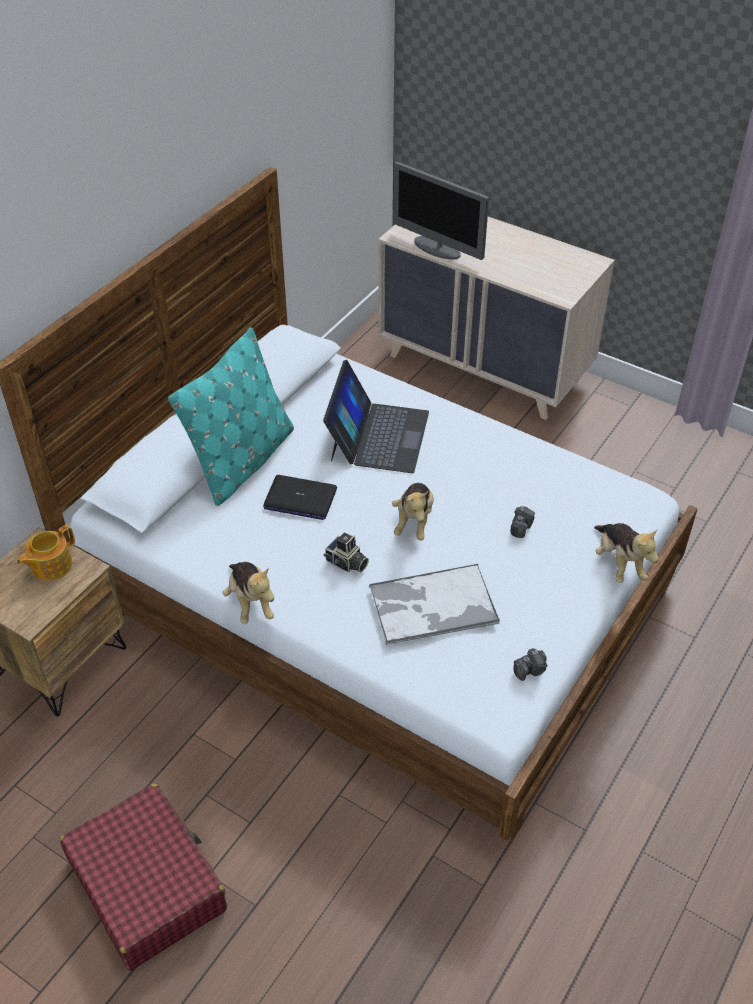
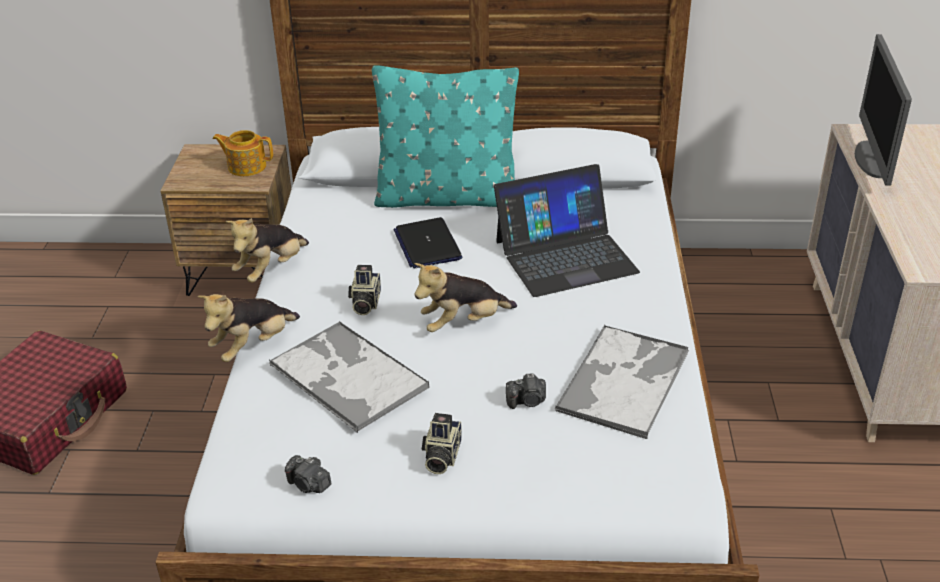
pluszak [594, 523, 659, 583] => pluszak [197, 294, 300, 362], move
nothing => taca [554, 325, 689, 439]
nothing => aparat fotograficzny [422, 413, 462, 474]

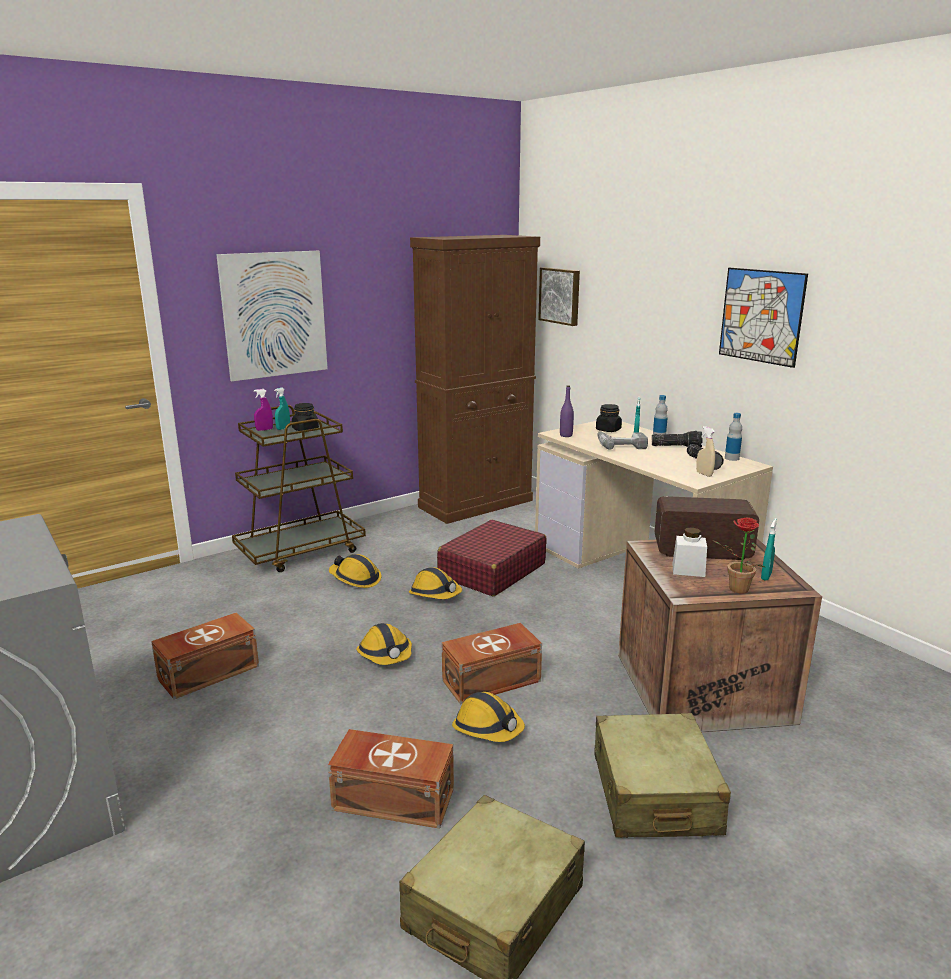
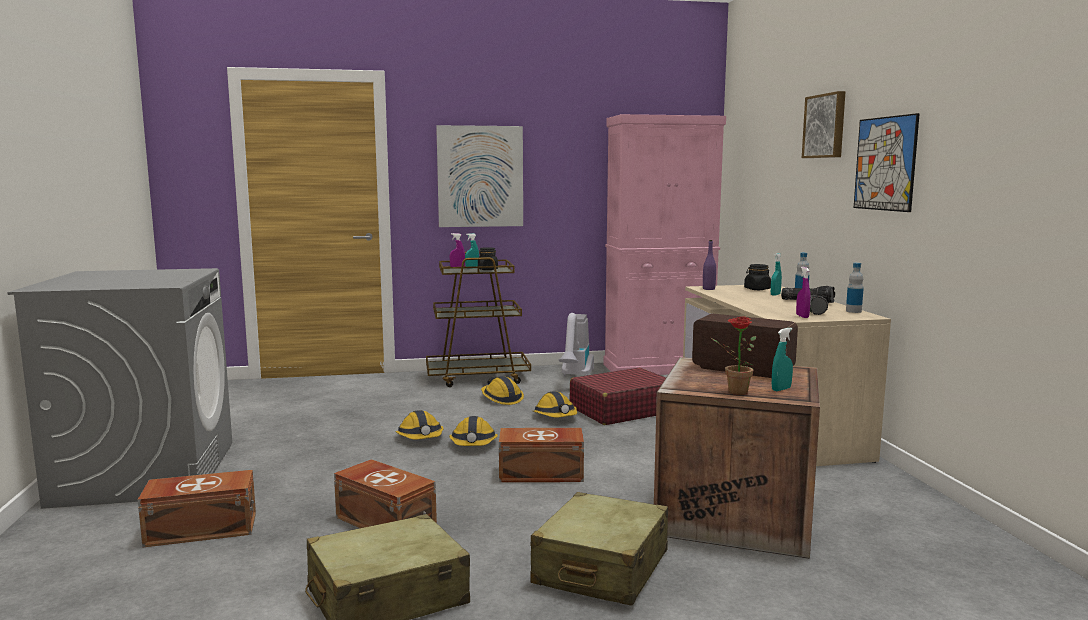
szafka/brązowy [410, 235, 540, 524] => szafka/różowy [603, 114, 726, 375]
obraz [538, 267, 580, 326] => obraz [802, 91, 846, 158], move
spryskiwacz/beżowy [696, 426, 715, 477] => spryskiwacz/fioletowy [796, 267, 811, 318]
wiertarka [597, 432, 648, 450] => nothing
słoik/biały [672, 527, 707, 577] => nothing
pojemnik do przechowywania/brązowy [151, 613, 259, 699] => pojemnik do przechowywania/brązowy [138, 470, 256, 548], move
kask [452, 692, 525, 742] => kask [396, 410, 444, 439], move
nothing => odkurzacz [559, 313, 594, 376]

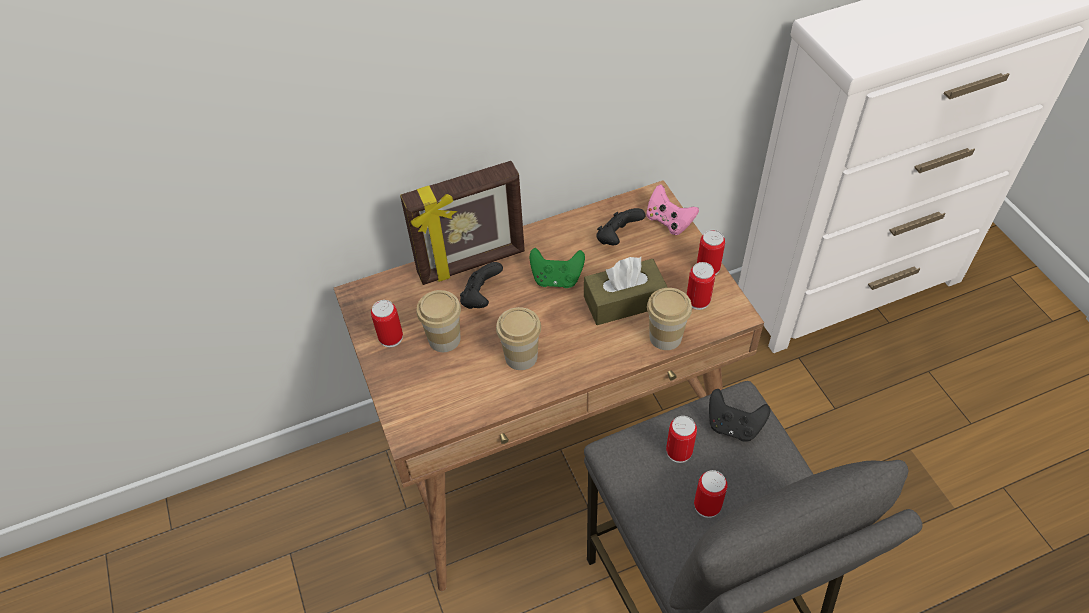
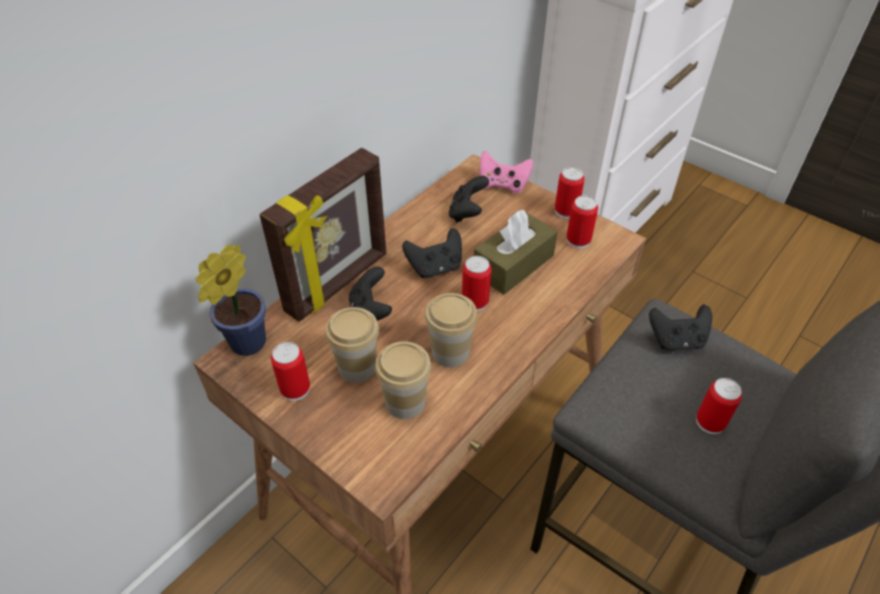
pad do gier/zielony [530, 248, 585, 288] => pad do gier/czarny [402, 228, 462, 278]
filiżanka [647, 288, 692, 350] => filiżanka [375, 341, 431, 419], move
puszka [666, 416, 697, 463] => puszka [462, 256, 491, 311], move
nothing => roślina doniczkowa [196, 244, 266, 356]

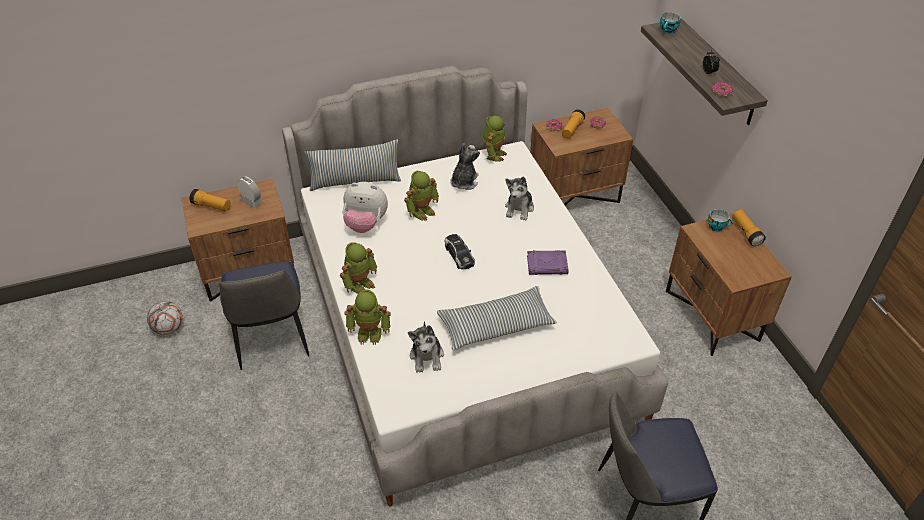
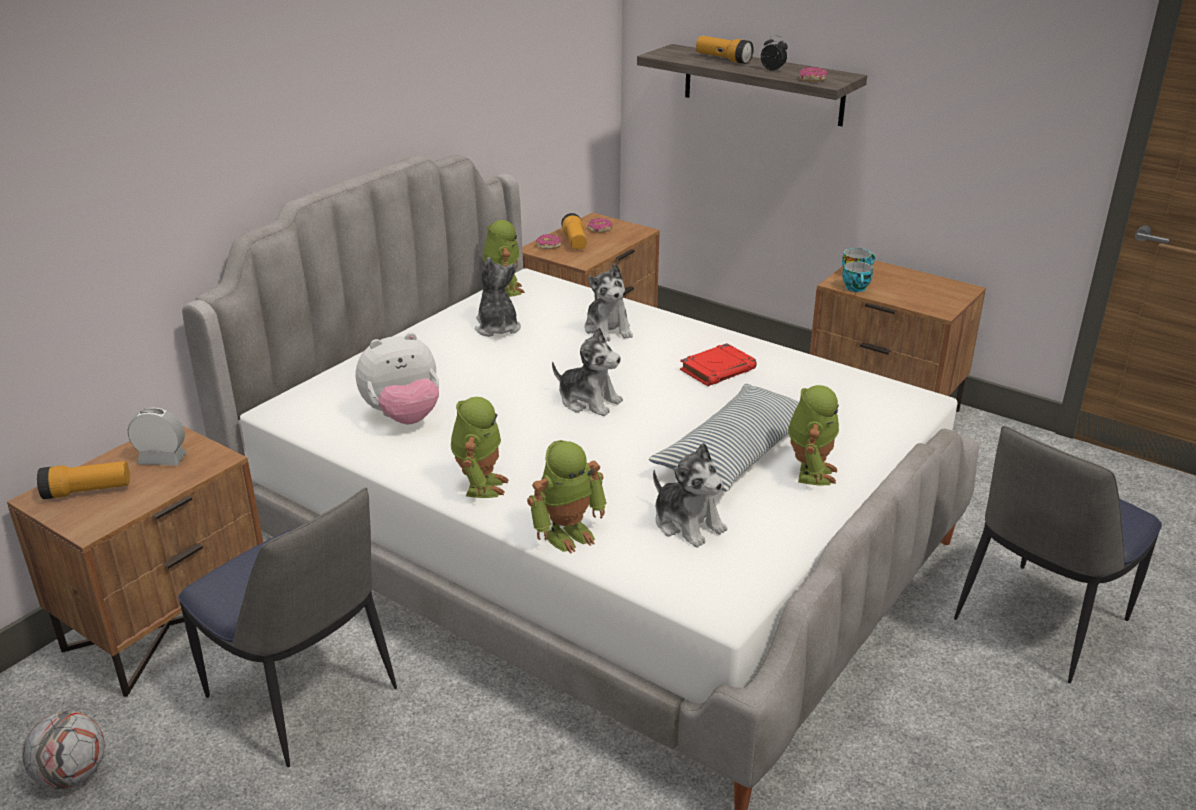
filiżanka [660, 12, 681, 34] => filiżanka [842, 261, 873, 292], move
poduszka [304, 140, 401, 191] => nothing
robot zabawkowy [404, 171, 439, 221] => robot zabawkowy [788, 385, 839, 485], move
latarka [732, 210, 766, 247] => latarka [696, 36, 754, 64], move
samochodzik [445, 234, 475, 270] => pluszak [552, 327, 623, 416]
książka/fioletowy [527, 250, 568, 275] => książka/czerwony [680, 343, 757, 386]

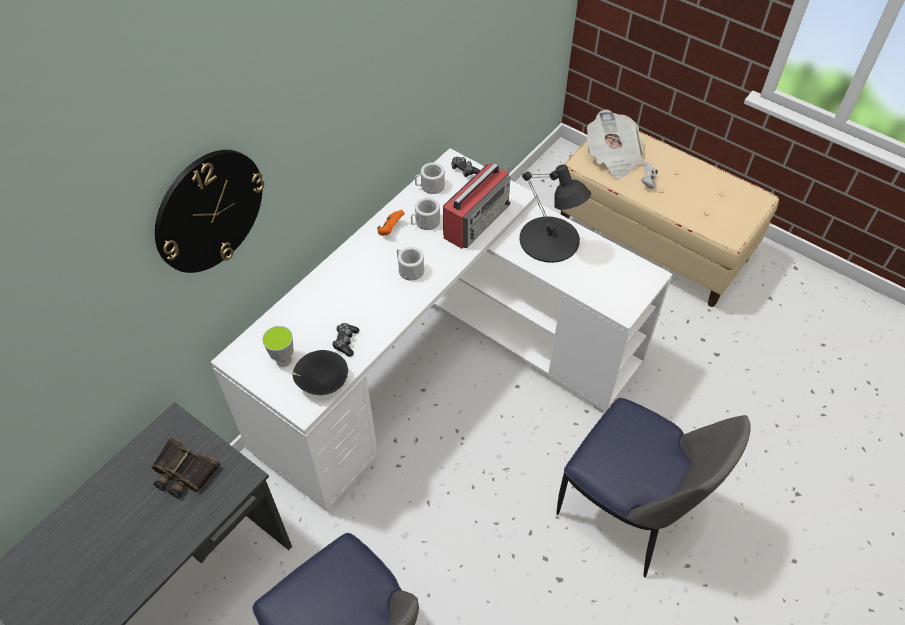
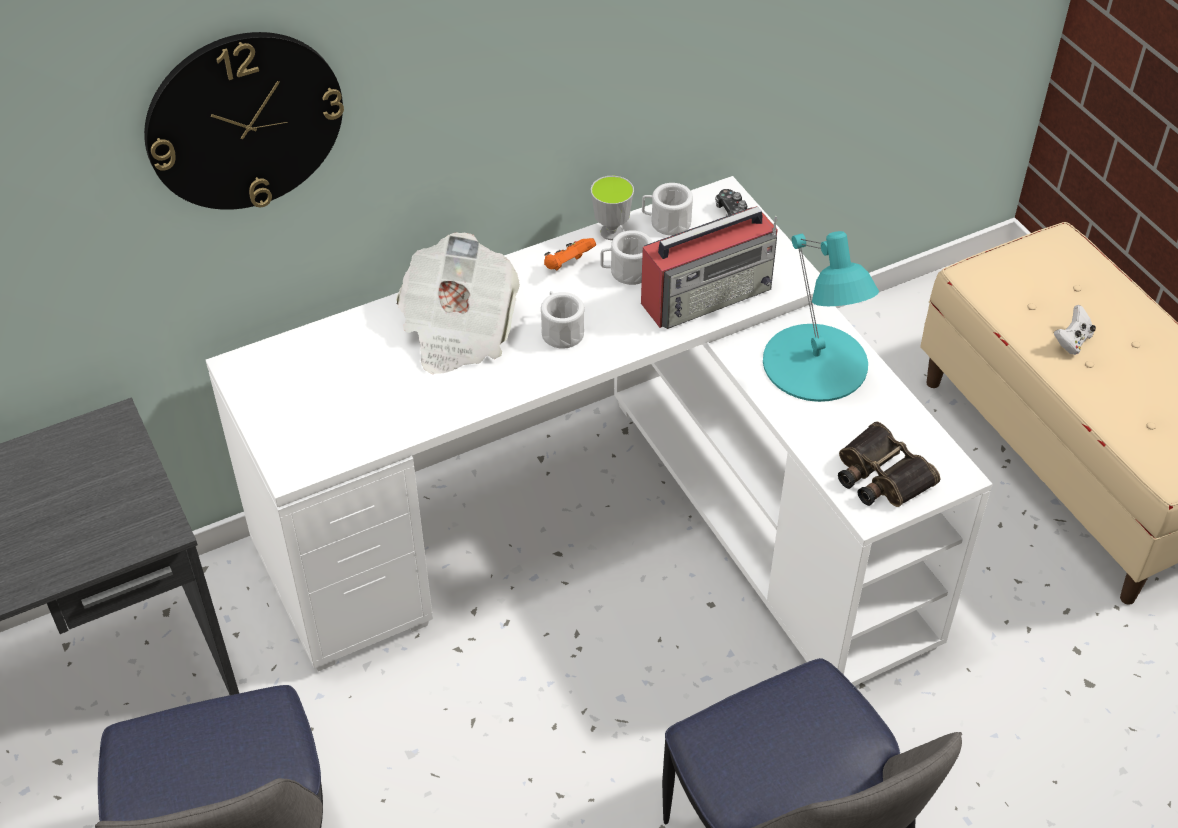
gazeta [587, 110, 644, 180] => gazeta [396, 232, 520, 374], move
lampa stołowa/czarny [520, 164, 591, 263] => lampa stołowa/turkusowy [763, 231, 879, 402]
pad do gier [332, 323, 359, 357] => nothing
filiżanka [262, 326, 293, 367] => filiżanka [591, 176, 634, 240], move
miska/czarny [292, 350, 348, 395] => nothing
lornetka [151, 438, 220, 499] => lornetka [838, 421, 940, 507], move

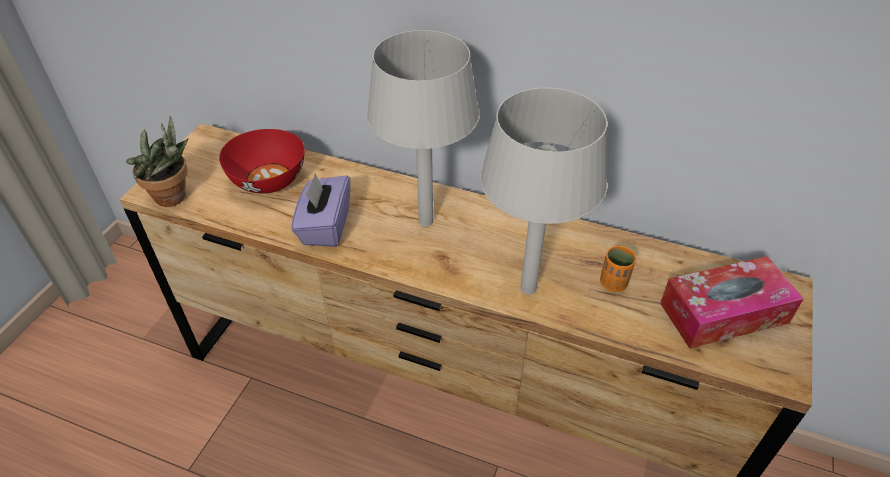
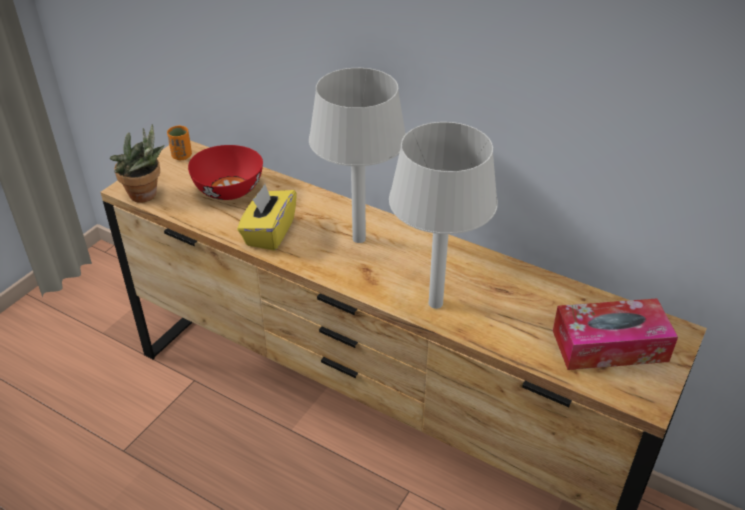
pudełko chusteczek/fioletowy [291, 174, 350, 247] => pudełko chusteczek/żółty [237, 184, 297, 251]
filiżanka/pomarańczowy [600, 246, 636, 292] => filiżanka/pomarańczowy [167, 125, 192, 160], move

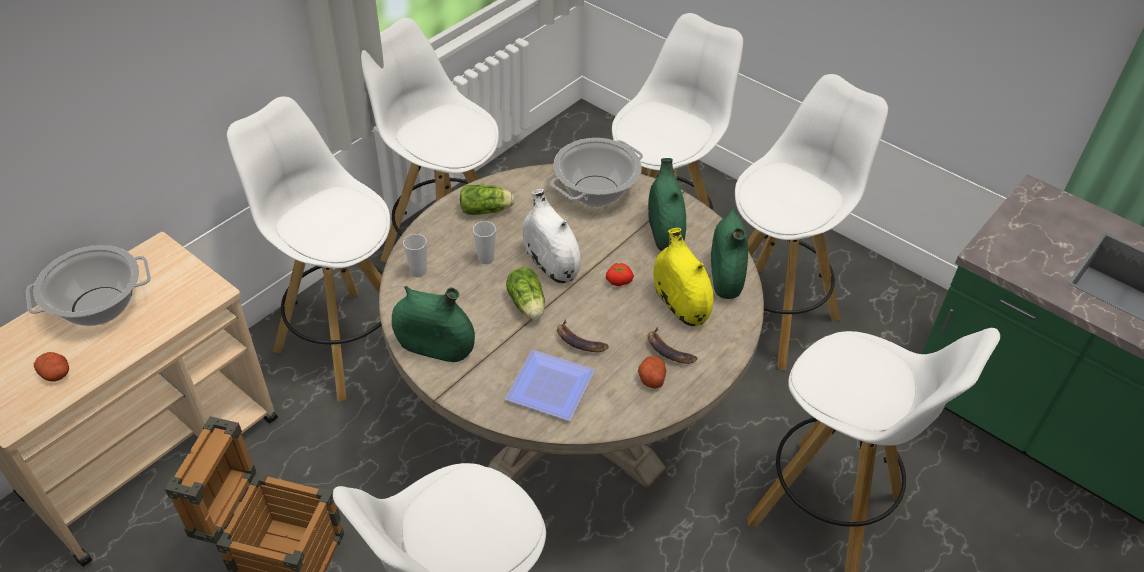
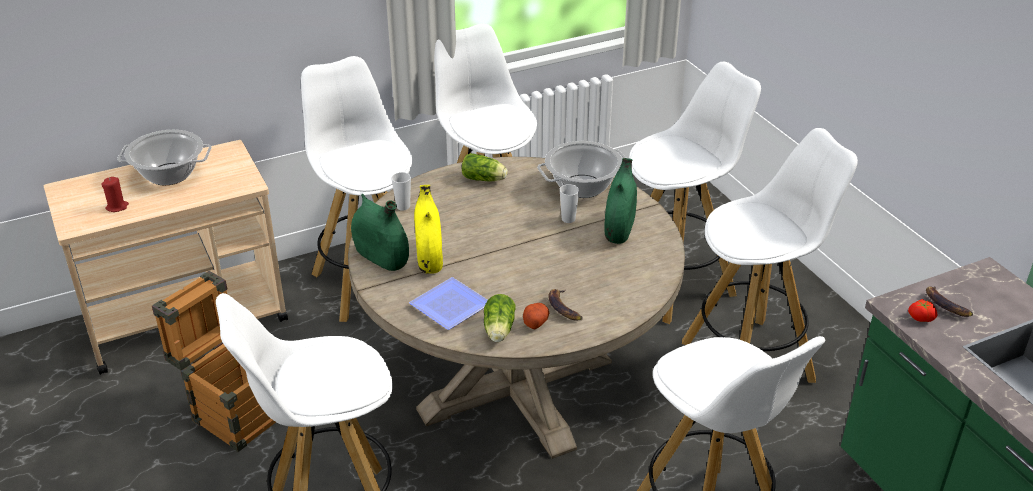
wazon/biały [523, 189, 581, 283] => nothing
wazon/zielony [711, 205, 748, 299] => nothing
filiżanka [473, 221, 496, 264] => filiżanka [560, 184, 579, 223], move
wazon/żółty [653, 228, 714, 326] => wazon/żółty [414, 185, 443, 274], move
pomidor [606, 263, 634, 286] => pomidor [908, 299, 938, 322], move
sałata [506, 267, 545, 320] => sałata [484, 294, 516, 342], move
banan [557, 319, 609, 352] => banan [926, 286, 973, 317], move
ziemniak [34, 352, 69, 382] => świeca/czerwony [101, 177, 129, 212]

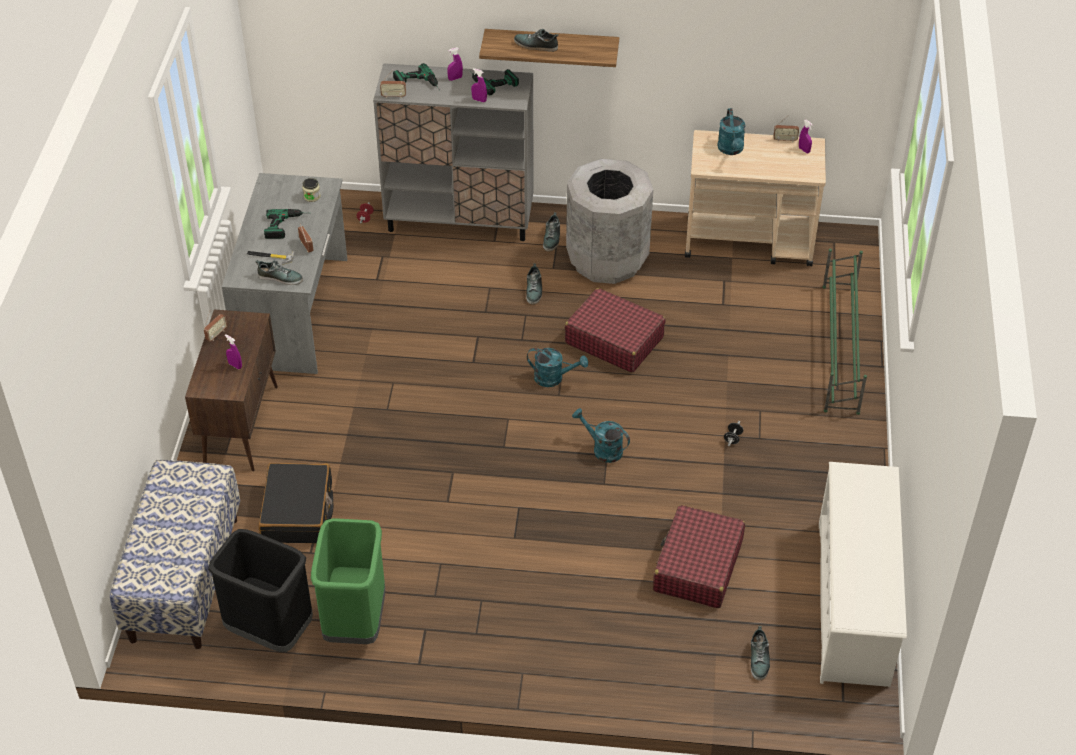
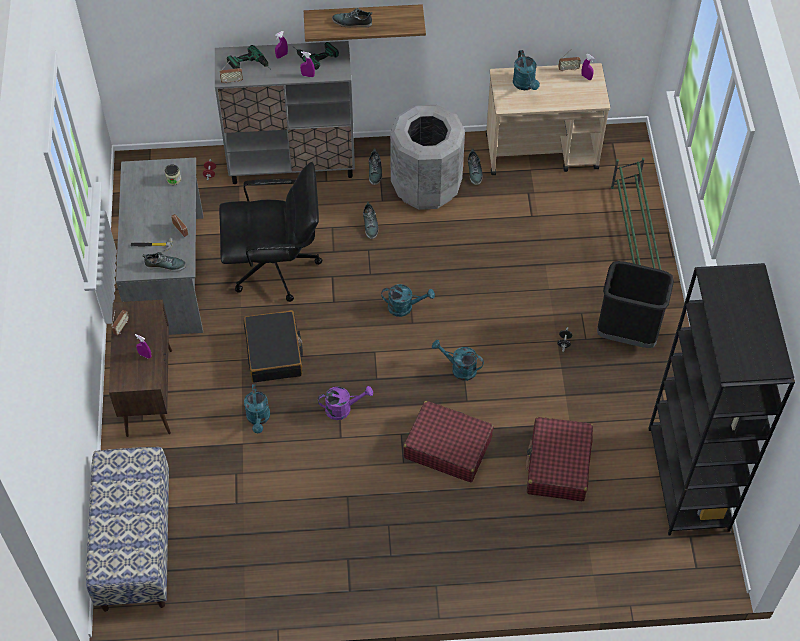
wiertarka [264, 209, 303, 239] => nothing
walizka/czerwony [565, 288, 666, 373] => walizka/czerwony [403, 401, 494, 482], move
regał na buty/biały [819, 462, 907, 687] => regał/czarny [648, 263, 795, 535]
walizka/czarny [258, 463, 333, 544] => walizka/czarny [244, 310, 303, 382], move
kosz na śmieci/zielony [311, 518, 385, 644] => nothing
kosz na śmieci/czarny [208, 529, 313, 652] => kosz na śmieci/czarny [597, 261, 674, 348], move
but [751, 626, 770, 680] => but [468, 149, 483, 185], move
nothing => krzesło biurowe/czarny [219, 162, 323, 302]
nothing => konewka/turkusowy [244, 384, 270, 433]
nothing => konewka/fioletowy [318, 386, 373, 420]

